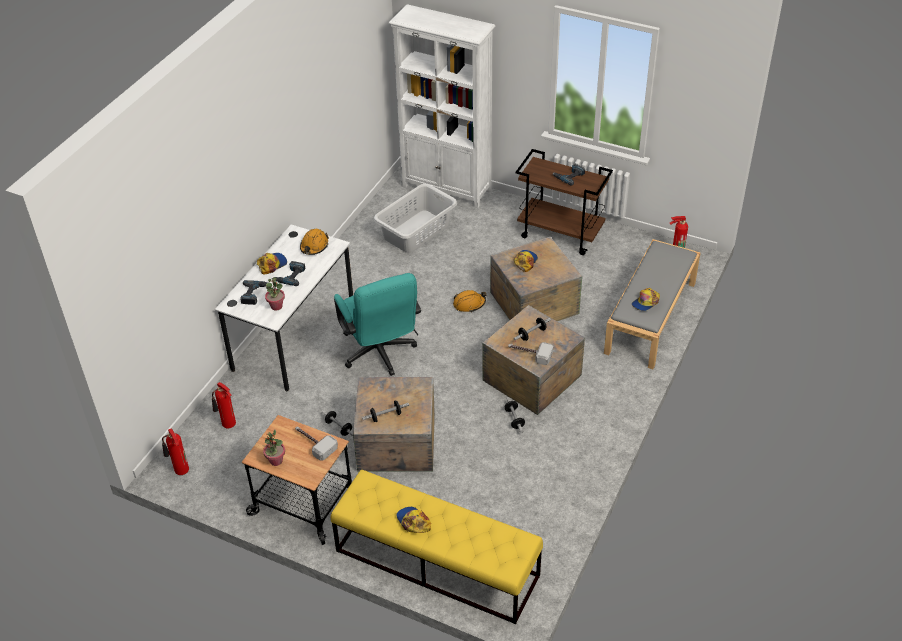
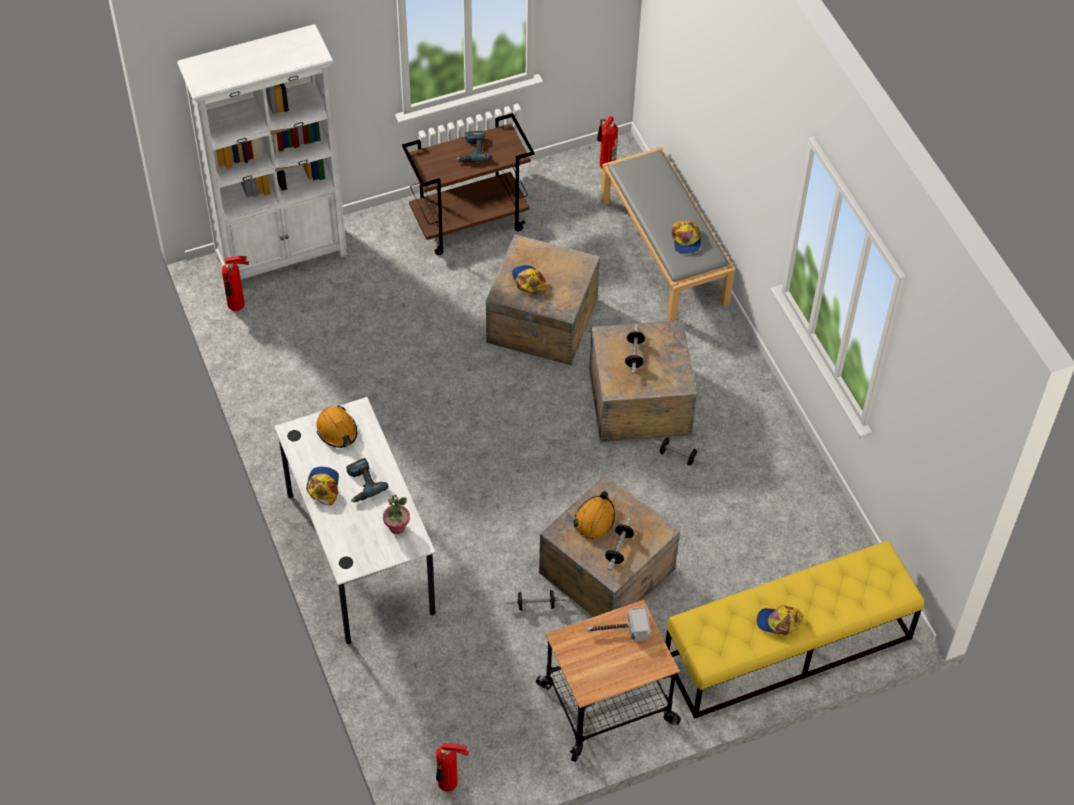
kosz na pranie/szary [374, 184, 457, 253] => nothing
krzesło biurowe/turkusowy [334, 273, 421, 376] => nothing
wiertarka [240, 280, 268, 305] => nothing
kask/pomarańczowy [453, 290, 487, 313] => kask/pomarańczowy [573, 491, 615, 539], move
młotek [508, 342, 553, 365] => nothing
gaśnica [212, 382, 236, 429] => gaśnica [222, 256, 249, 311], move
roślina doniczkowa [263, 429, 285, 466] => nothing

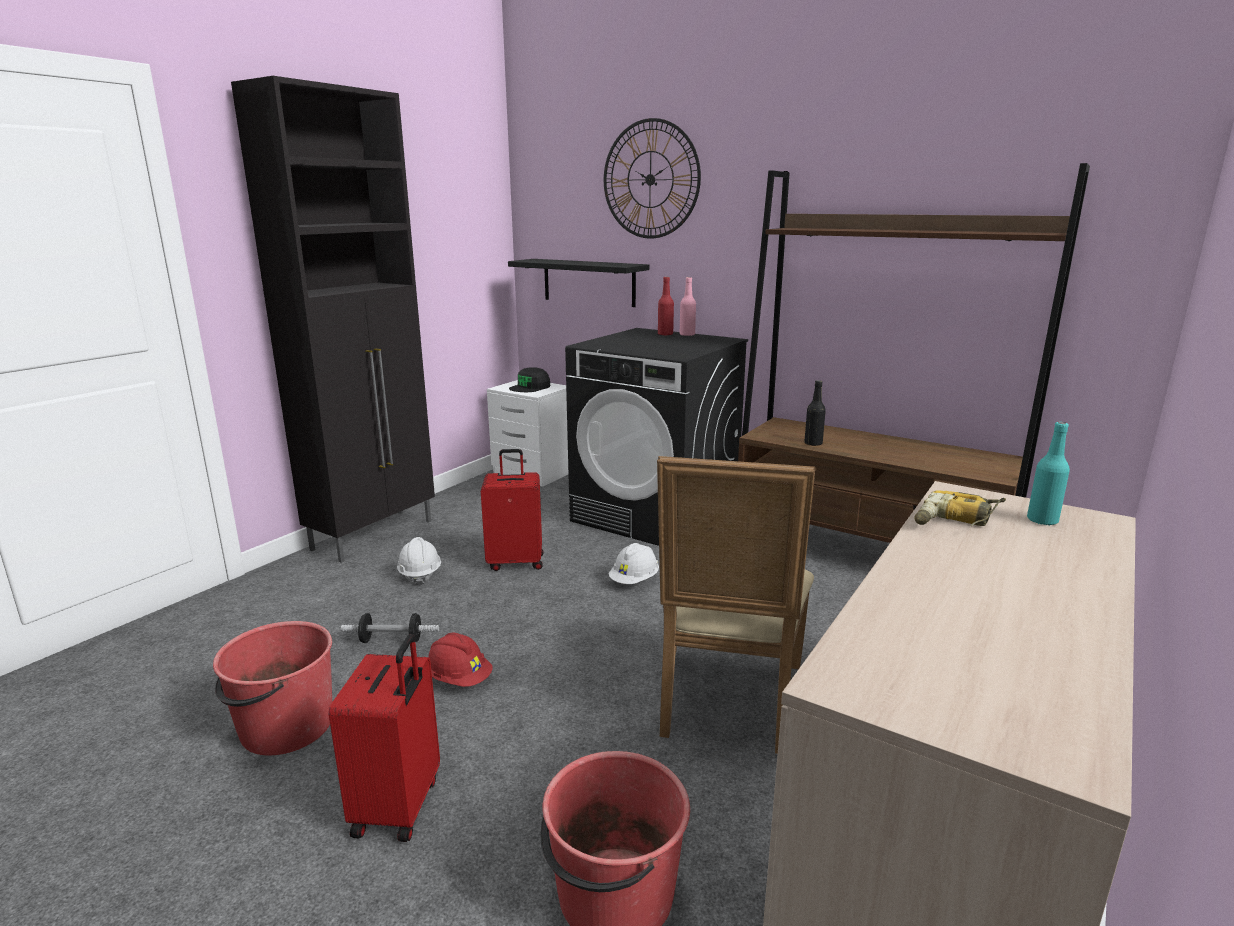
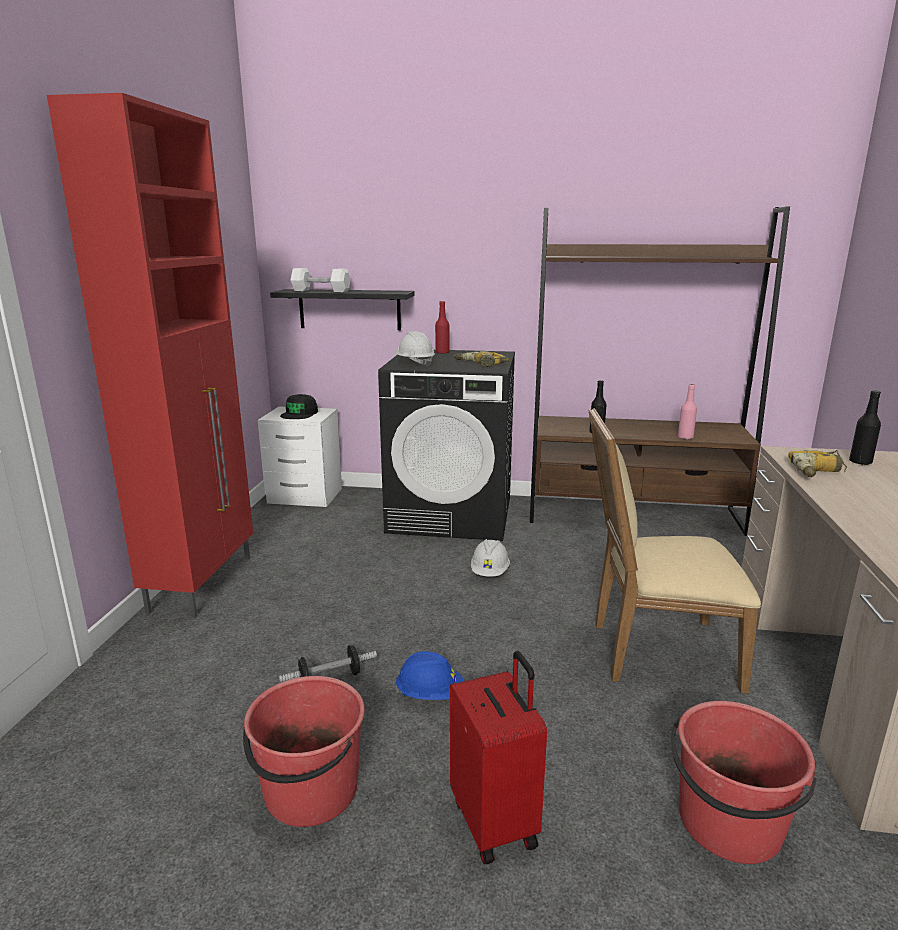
szafka/czarny [231, 76, 435, 563] => szafka/czerwony [47, 93, 253, 618]
zegar ścienny [604, 118, 701, 239] => nothing
butelka/różowy [680, 277, 696, 336] => butelka/różowy [678, 384, 697, 439], move
butelka/turkusowy [1027, 422, 1070, 526] => butelka/czarny [849, 390, 881, 465]
walizka/czerwony [481, 449, 543, 571] => nothing
krzesło/beżowy [657, 456, 815, 754] => krzesło/beżowy [588, 408, 761, 693], 105 degrees clockwise
kask/biały [397, 537, 441, 586] => kask/biały [394, 331, 435, 367], move
kask/czerwony [429, 632, 493, 687] => kask/niebieski [395, 651, 464, 700]
nothing => hantel/biały [290, 268, 350, 292]
nothing => wiertarka [454, 351, 511, 367]

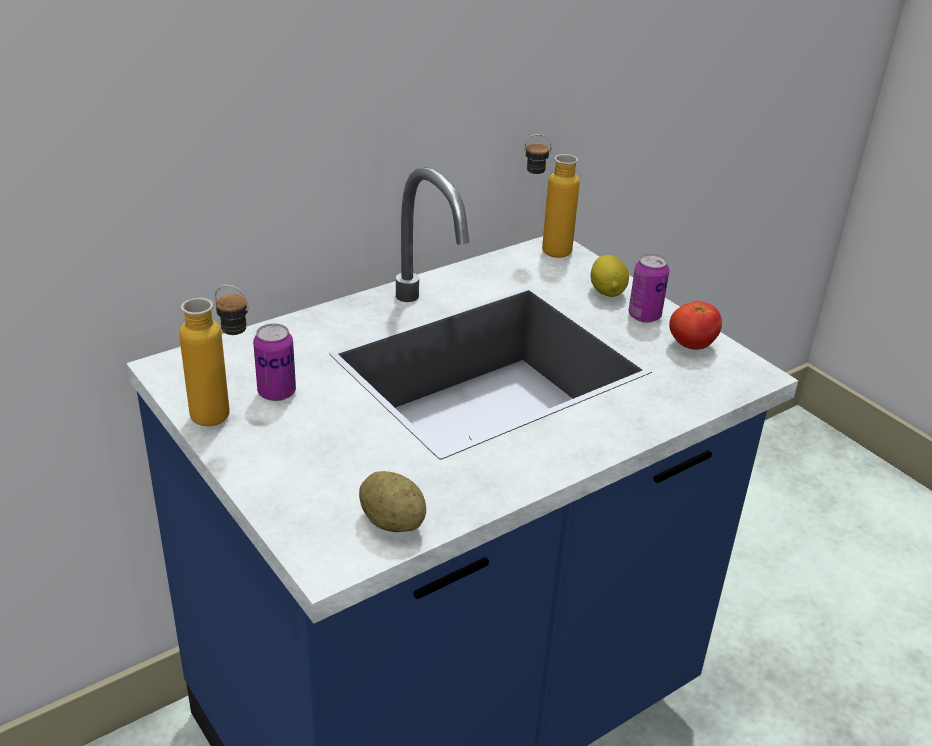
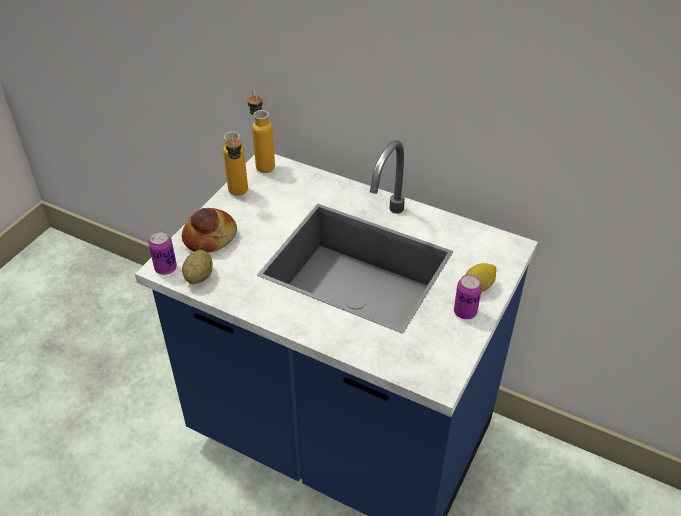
butelka [524, 134, 580, 258] => butelka [248, 90, 275, 173], move
pomidor [669, 301, 722, 350] => nothing
puszka [253, 324, 296, 401] => puszka [148, 231, 177, 275], move
nothing => chleb [182, 208, 237, 253]

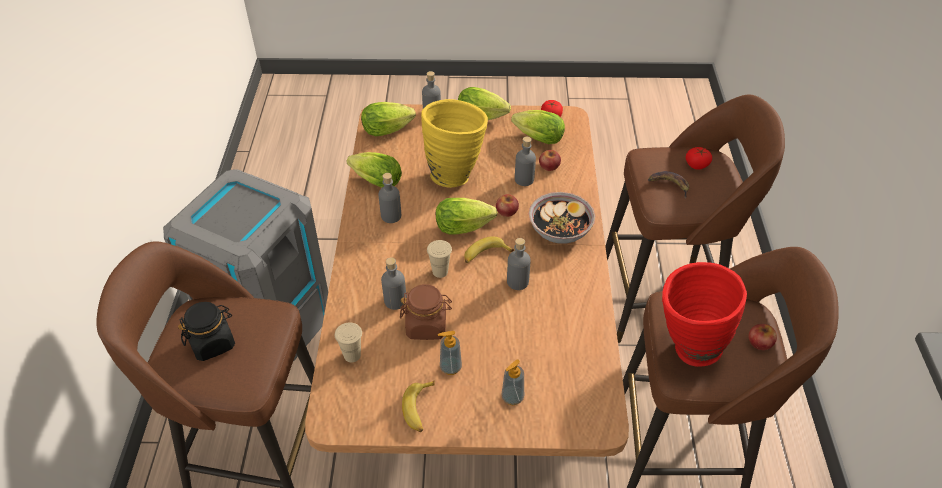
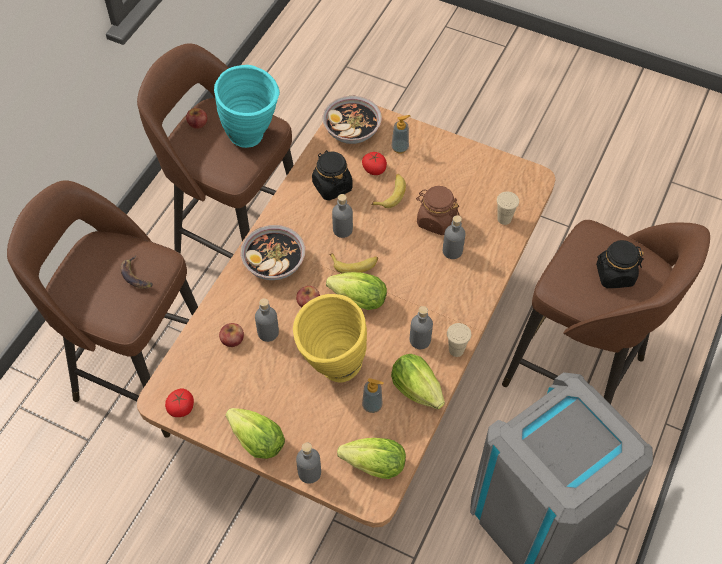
sałata [511, 110, 565, 144] => nothing
pomidor [686, 147, 712, 170] => pomidor [362, 152, 387, 175], move
filiżanka/beżowy [427, 240, 452, 278] => filiżanka/beżowy [447, 323, 471, 357], move
wazon/czerwony [662, 262, 747, 367] => wazon/turkusowy [214, 65, 280, 148]
dozownik mydła [438, 331, 462, 375] => dozownik mydła [362, 378, 383, 413], move
banan [402, 380, 435, 432] => banan [371, 174, 406, 208], move
nothing => miska [322, 96, 382, 144]
nothing => słoik/czarny [312, 150, 353, 201]

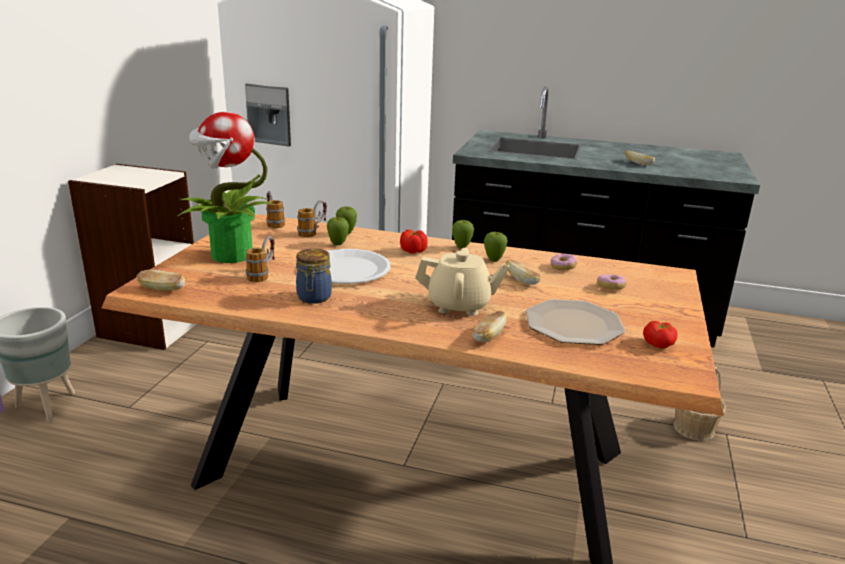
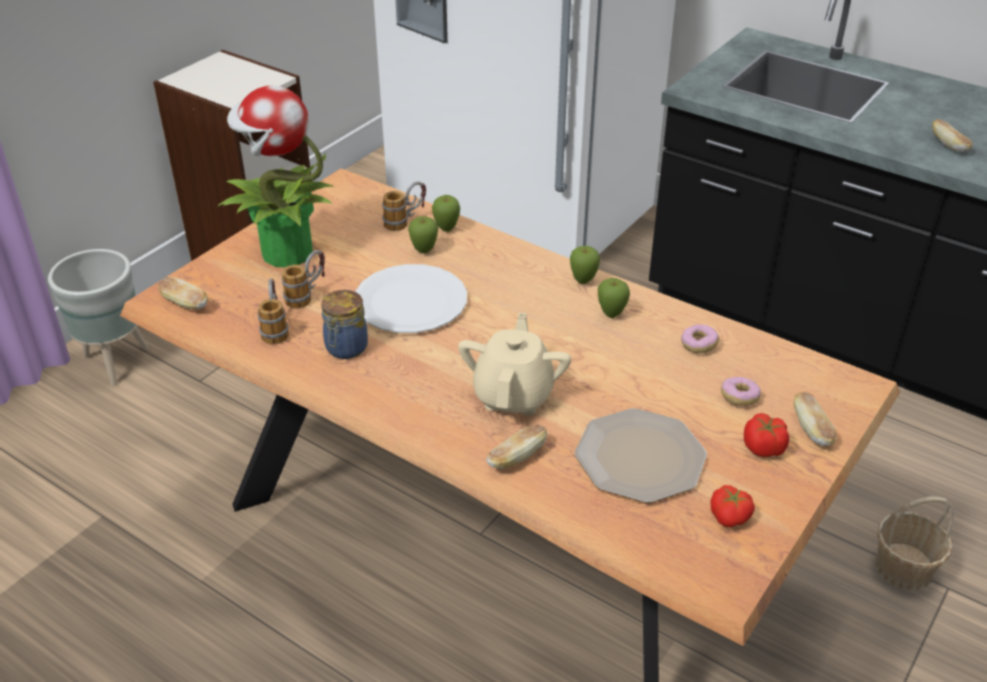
kubek [266, 191, 285, 229] => kubek [257, 279, 289, 344], move
pomidor [400, 230, 428, 254] => pomidor [744, 413, 789, 457], move
imbryk/beżowy [415, 248, 509, 316] => imbryk/beżowy [458, 313, 571, 416], 105 degrees counterclockwise
chleb [506, 259, 541, 285] => chleb [794, 392, 837, 446], move

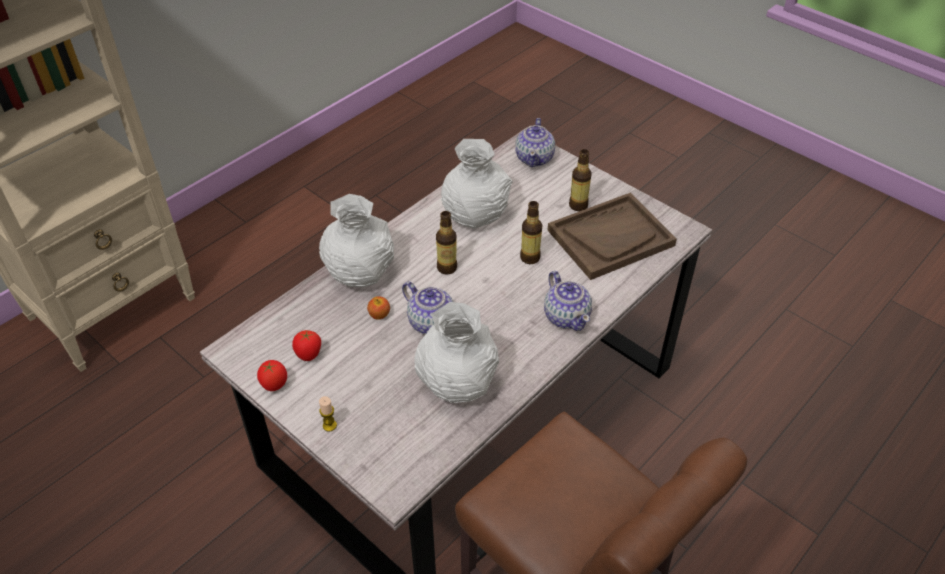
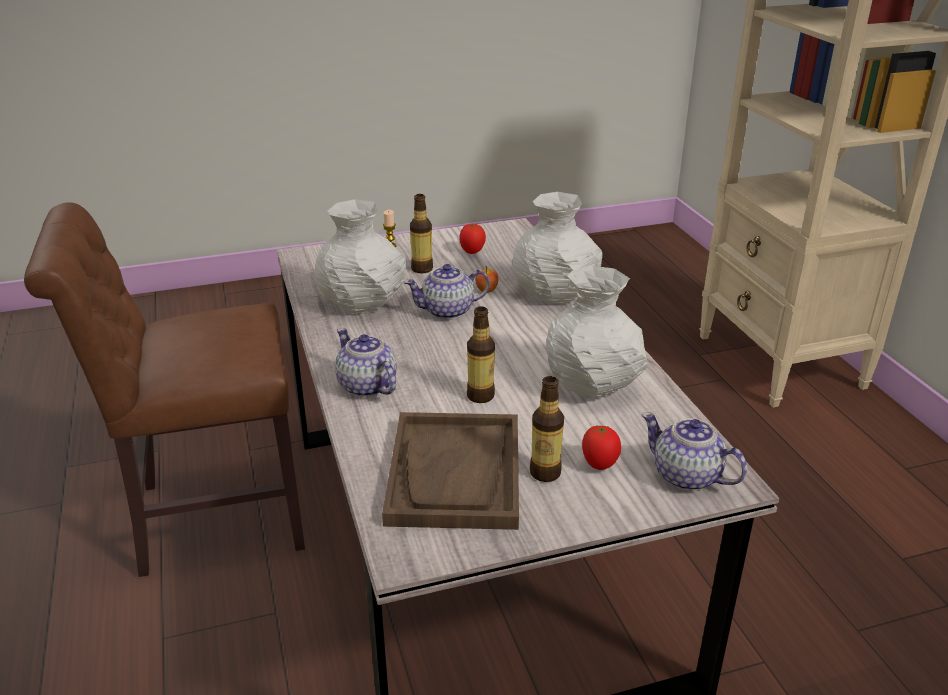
butelka [436, 211, 457, 274] => butelka [410, 194, 433, 273], move
imbryk [544, 271, 592, 331] => imbryk [335, 328, 397, 397], 45 degrees clockwise
pomidor [257, 360, 287, 391] => pomidor [582, 425, 621, 470], move

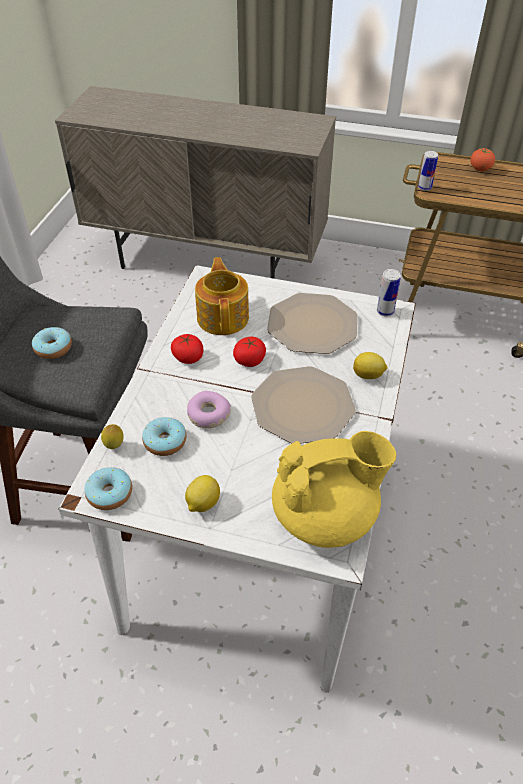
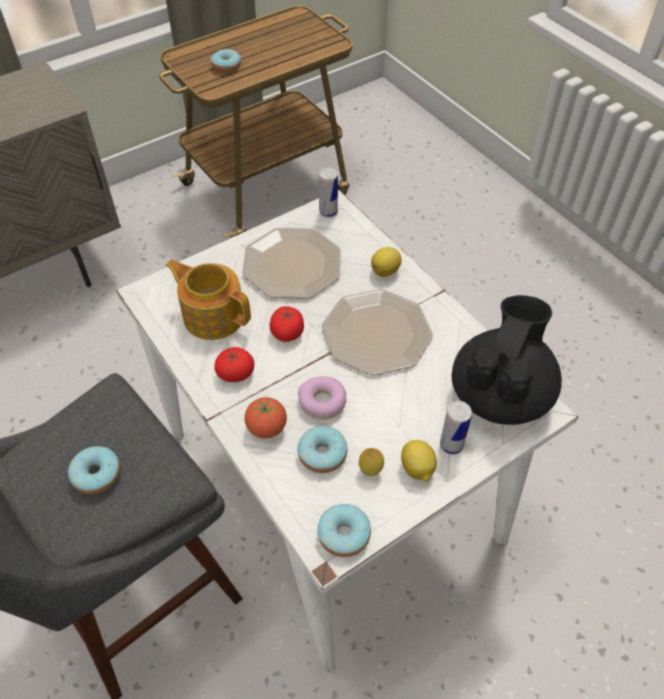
pomidor [470, 148, 495, 171] => pomidor [245, 397, 287, 438], move
puszka [418, 151, 438, 191] => puszka [440, 401, 472, 455], move
cytryna [101, 424, 124, 449] => cytryna [359, 448, 384, 476], move
imbryk/żółty [272, 431, 396, 548] => imbryk/czarny [452, 295, 562, 425]
nothing => donut [211, 49, 241, 73]

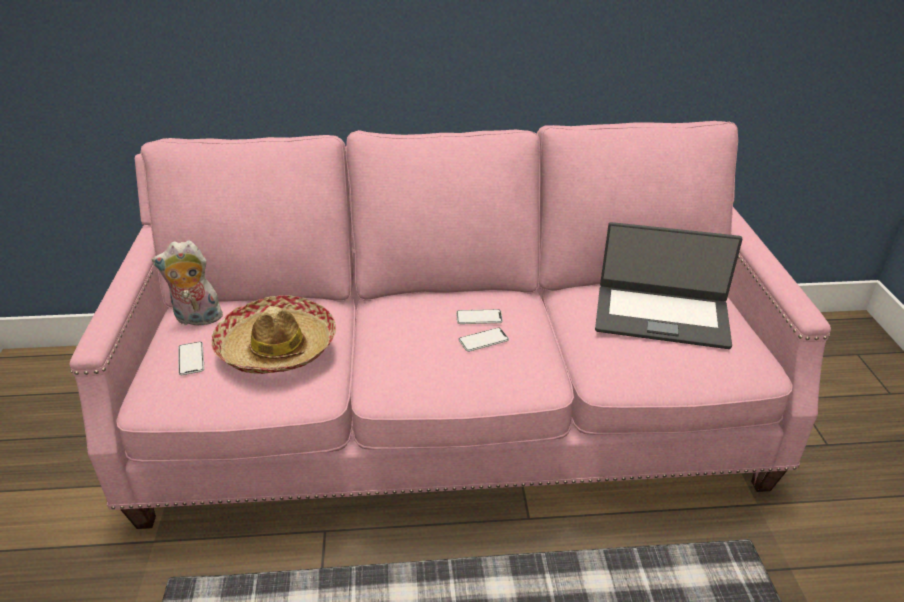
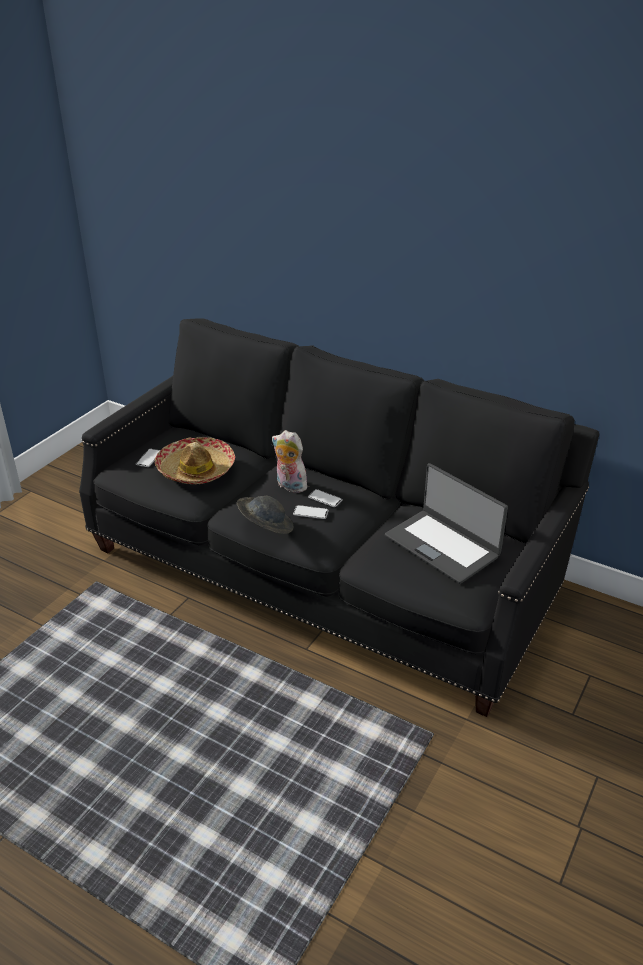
kanapa/różowy [69, 121, 831, 529] => kanapa/czarny [79, 318, 599, 717]
pluszak [152, 240, 227, 326] => pluszak [272, 430, 307, 493], move
nothing => kapelusz/szary [237, 496, 293, 534]

